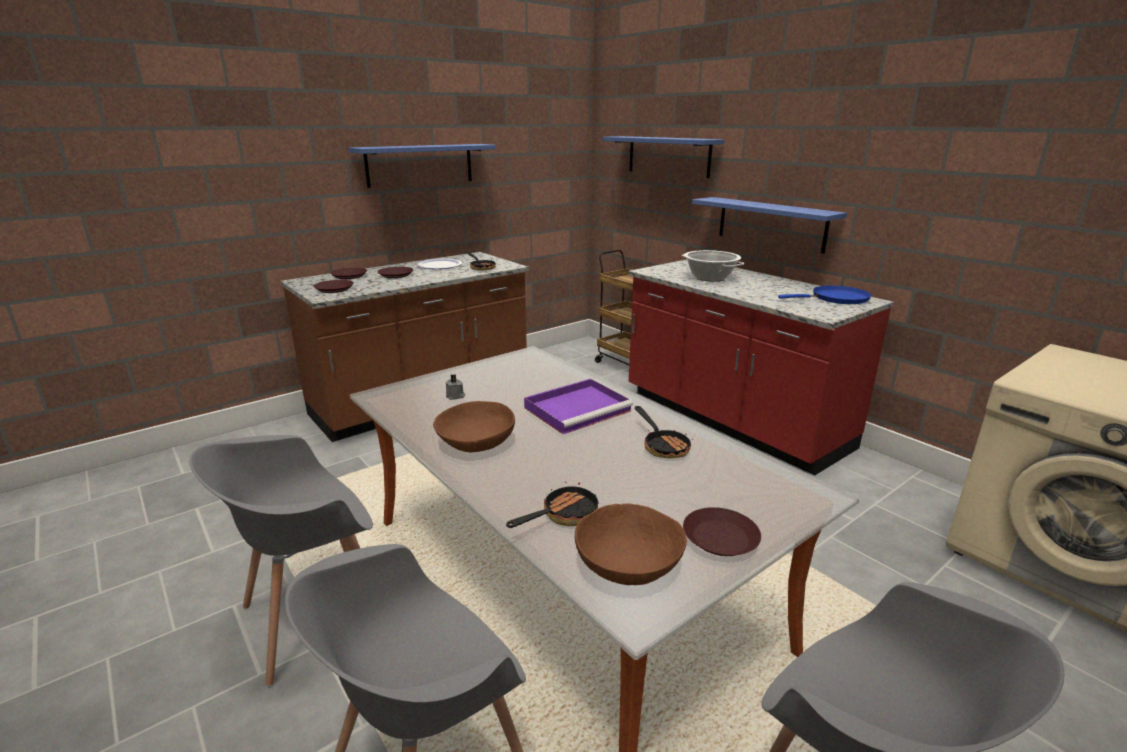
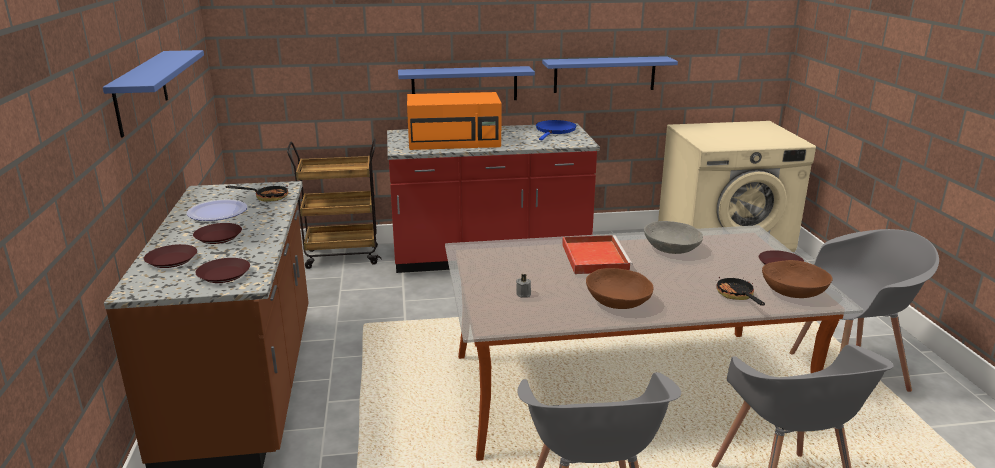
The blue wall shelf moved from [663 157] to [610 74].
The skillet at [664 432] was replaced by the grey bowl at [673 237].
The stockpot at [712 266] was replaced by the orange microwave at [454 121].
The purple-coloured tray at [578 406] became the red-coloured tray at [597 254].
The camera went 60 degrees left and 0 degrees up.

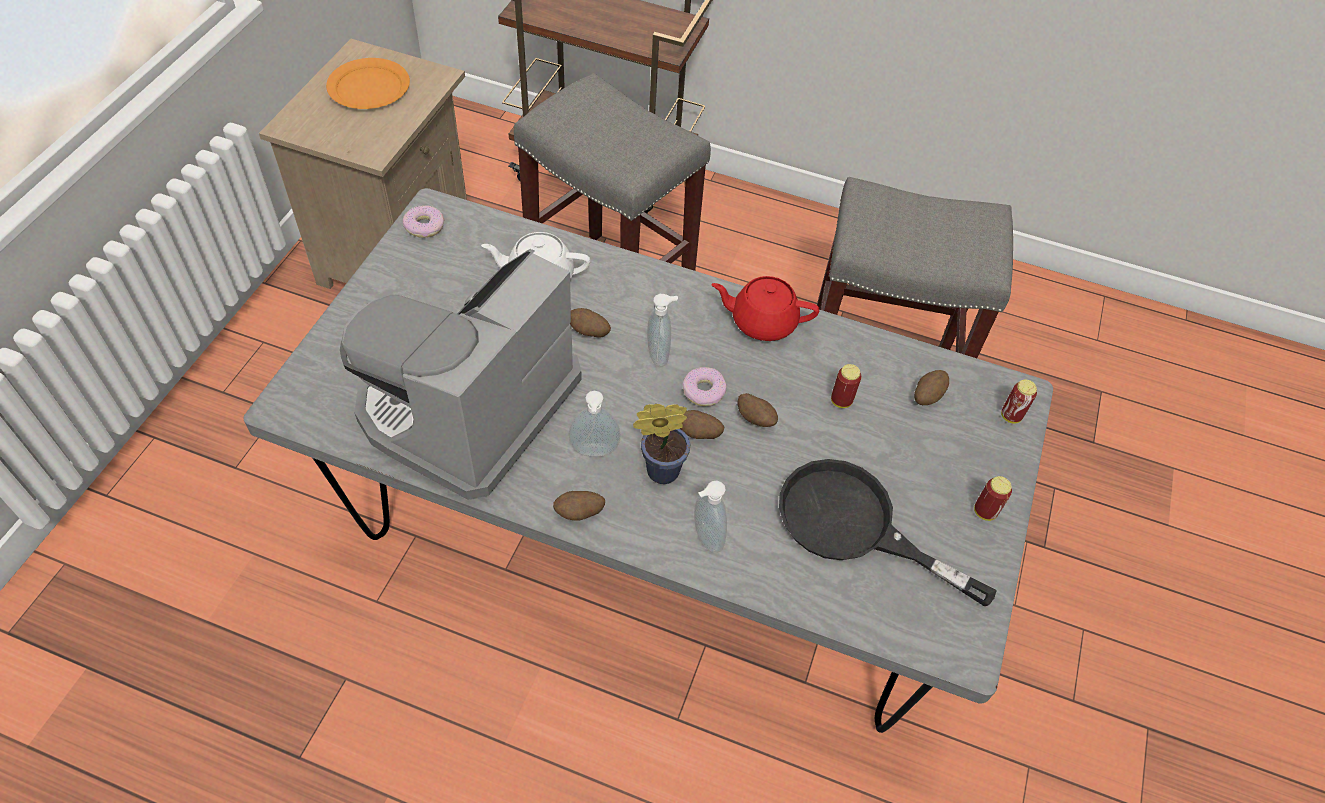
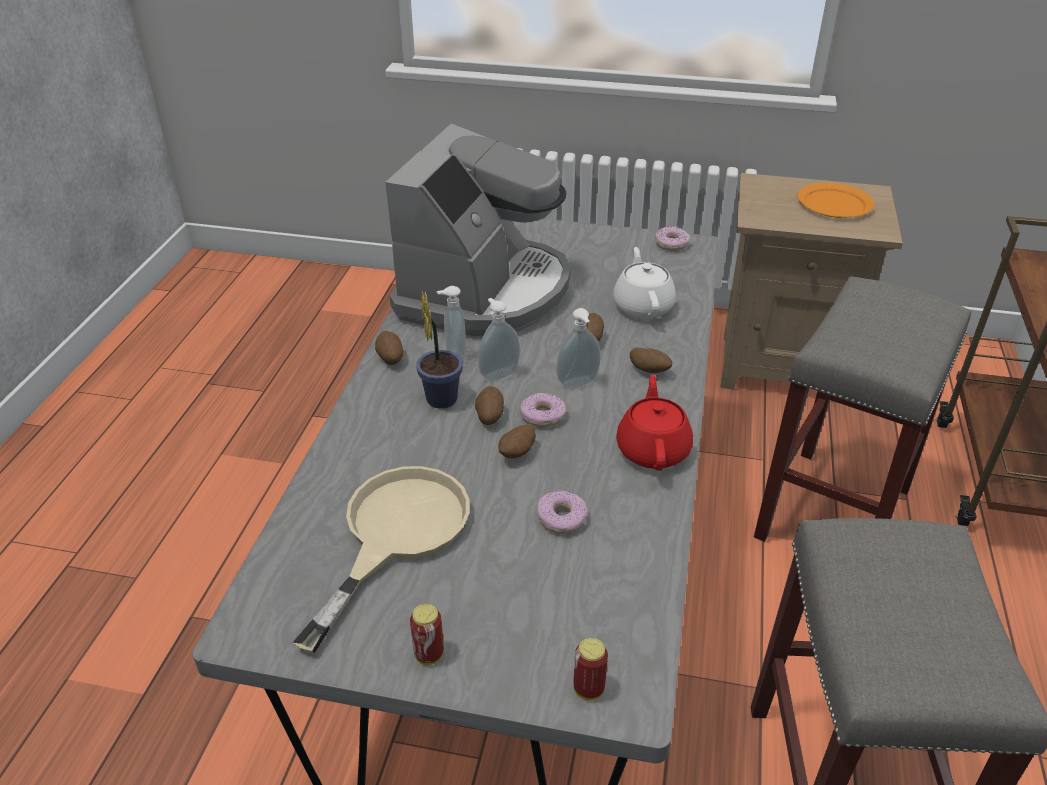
The soap dispenser moved from [710 517] to [499 339].
The whole potato moved from [931 387] to [651 360].
The metal can at [846 386] was replaced by the doughnut at [562 512].
The blackish skillet at [888 532] became the sand-coloured skillet at [381 559].
The coffee maker at [461 374] turned 90 degrees clockwise.
The camera went 85 degrees right and 15 degrees down.

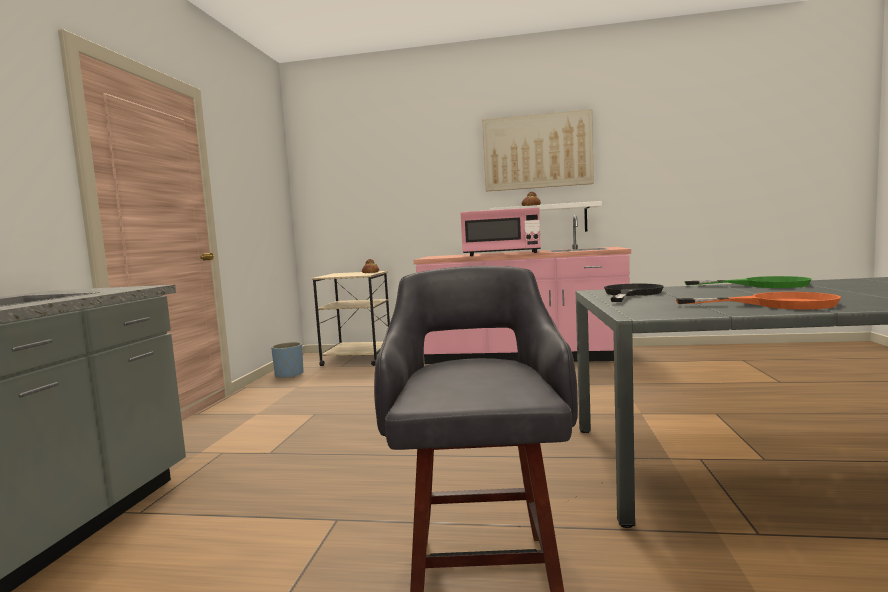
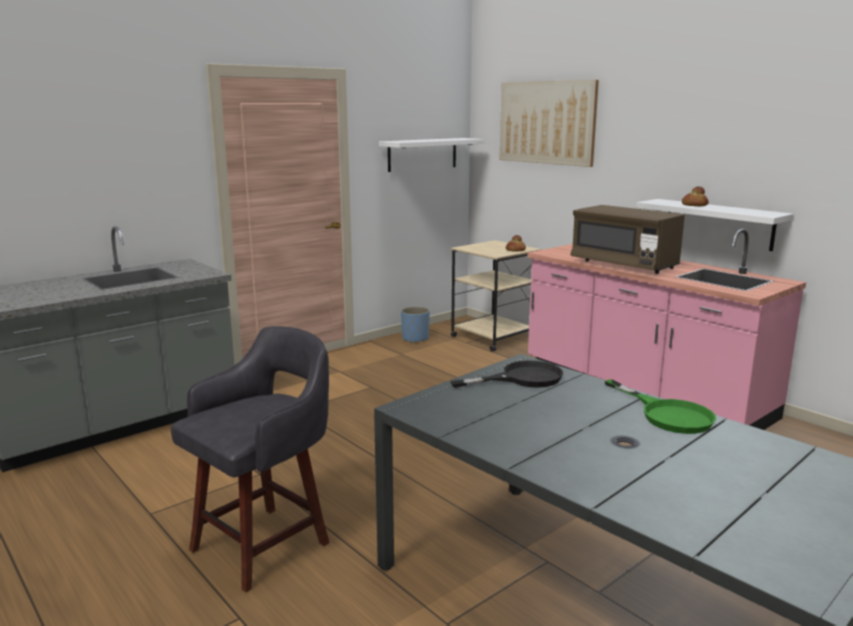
The orange skillet at [758 300] disappeared.
The white wall shelf at [431 155] appeared.
The wall art moved from [538 151] to [549 123].
The pink-coloured microwave at [500 232] became the brown-coloured microwave at [628 239].
The camera went 40 degrees right and 10 degrees up.

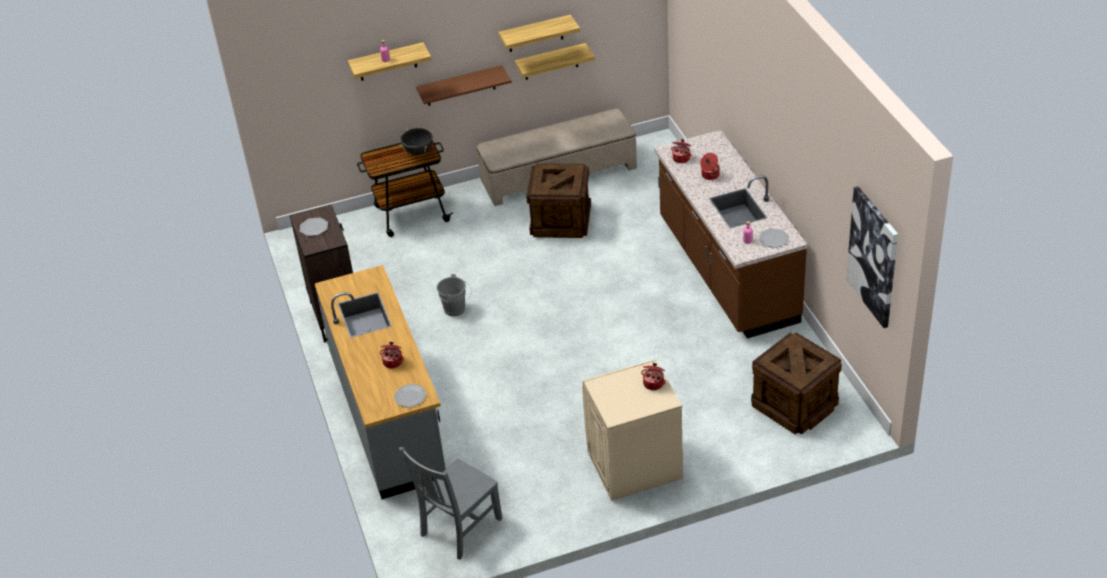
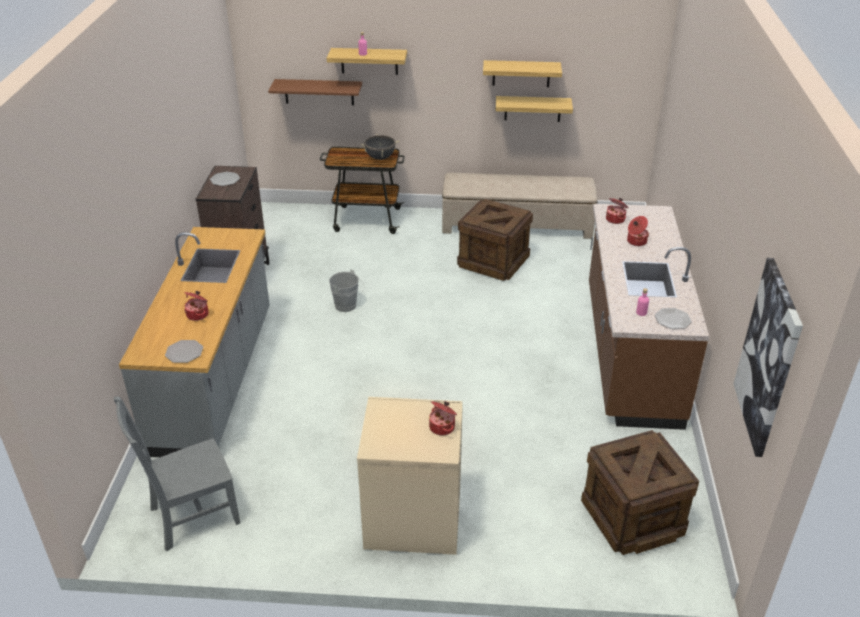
The brown-coloured wall shelf moved from [464 85] to [315 92].
The camera went 20 degrees right and 5 degrees down.

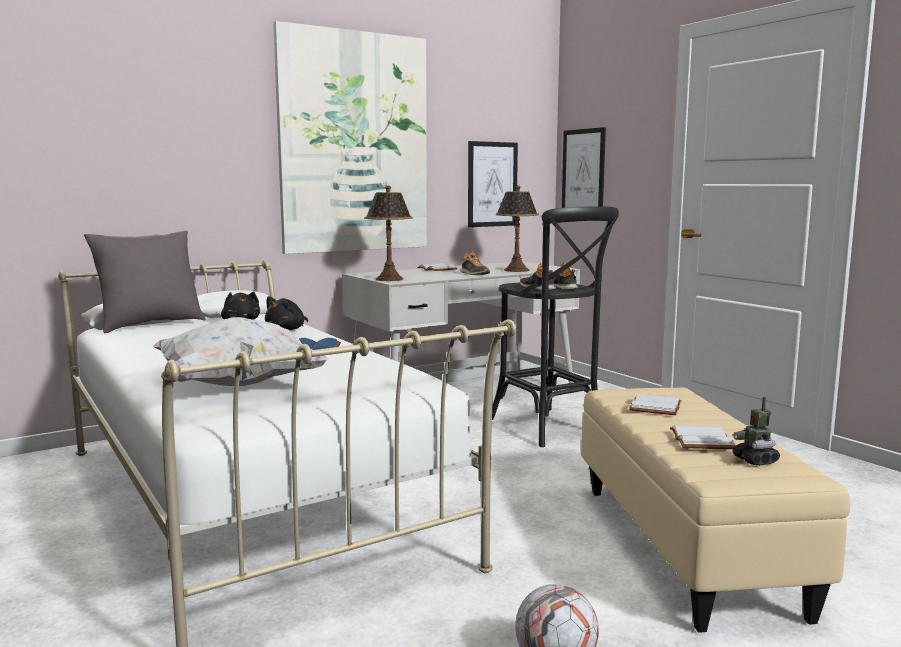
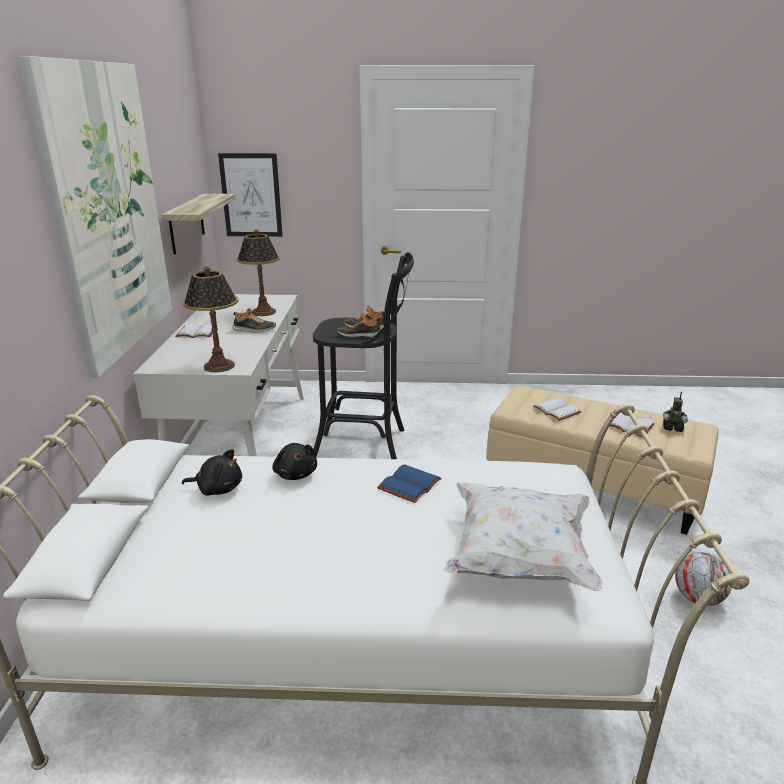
The grey throw pillow at [144 282] disappeared.
The wall art at [493 184] was replaced by the wall shelf at [198 224].
The camera went 55 degrees left and 15 degrees up.

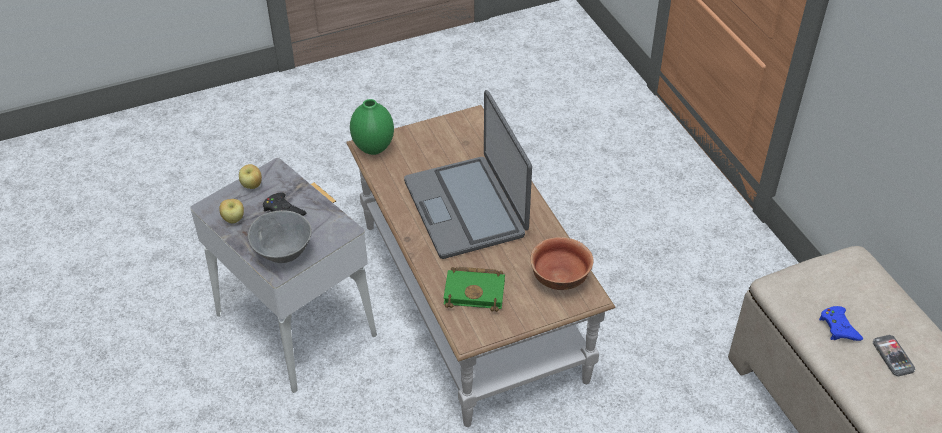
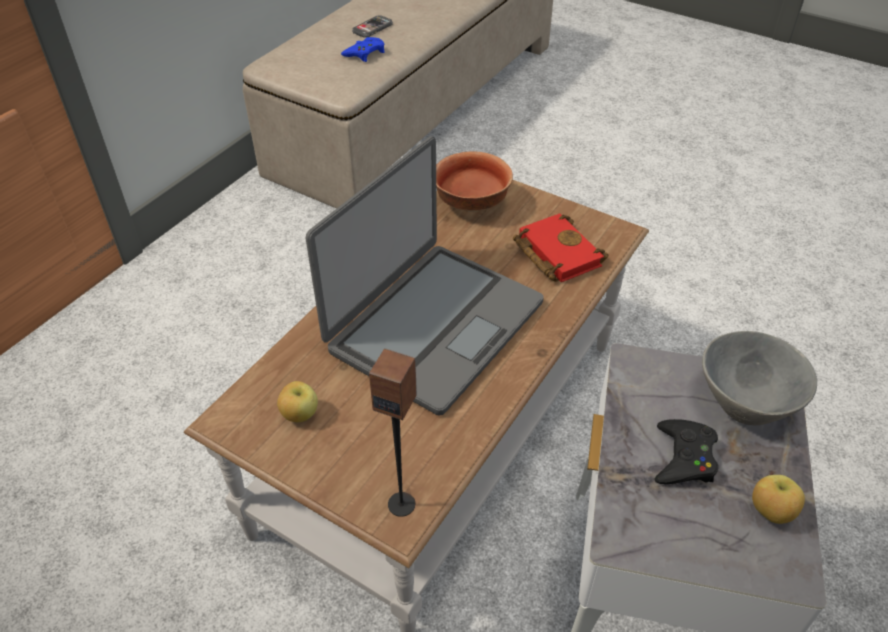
The whole apple moved from [250 176] to [297 401].
The green-coloured flower vase at [372 127] was replaced by the audio speaker at [393 432].
The green-coloured book at [474 289] became the red-coloured book at [561 247].
The camera went 125 degrees left and 0 degrees up.

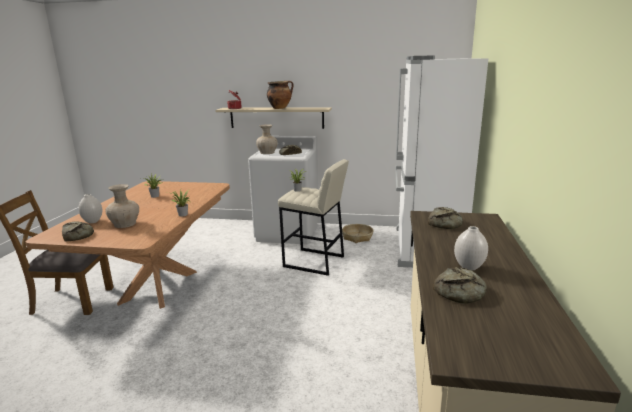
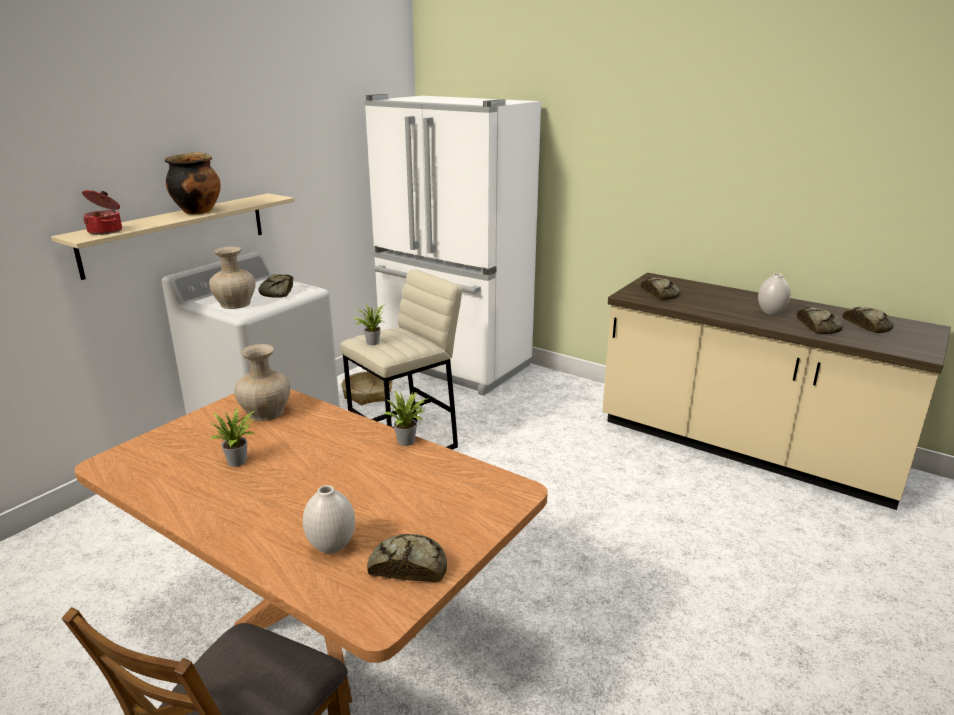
The bread at [868 320] appeared.
The sand-coloured flower vase moved from [122 206] to [262 382].
The camera went 65 degrees left and 5 degrees up.

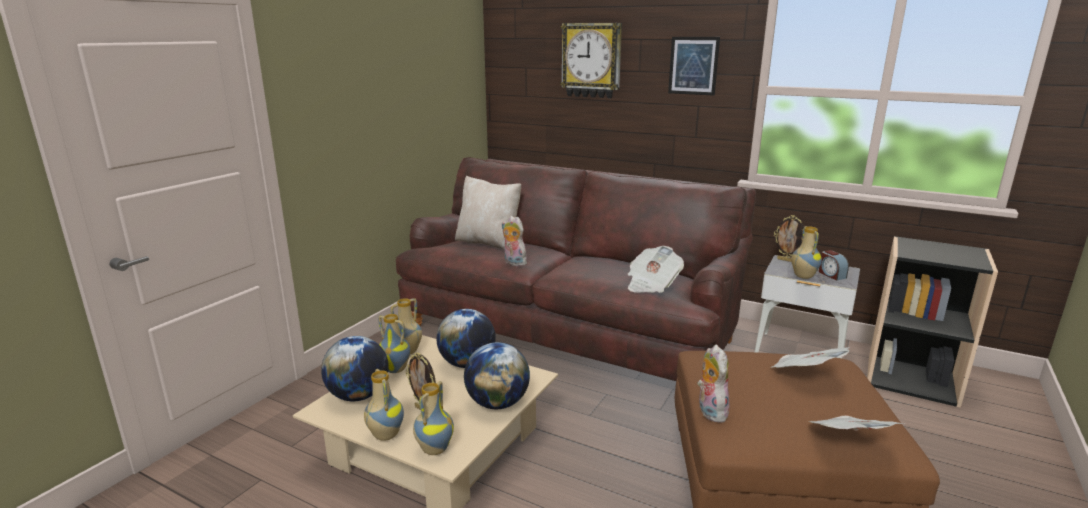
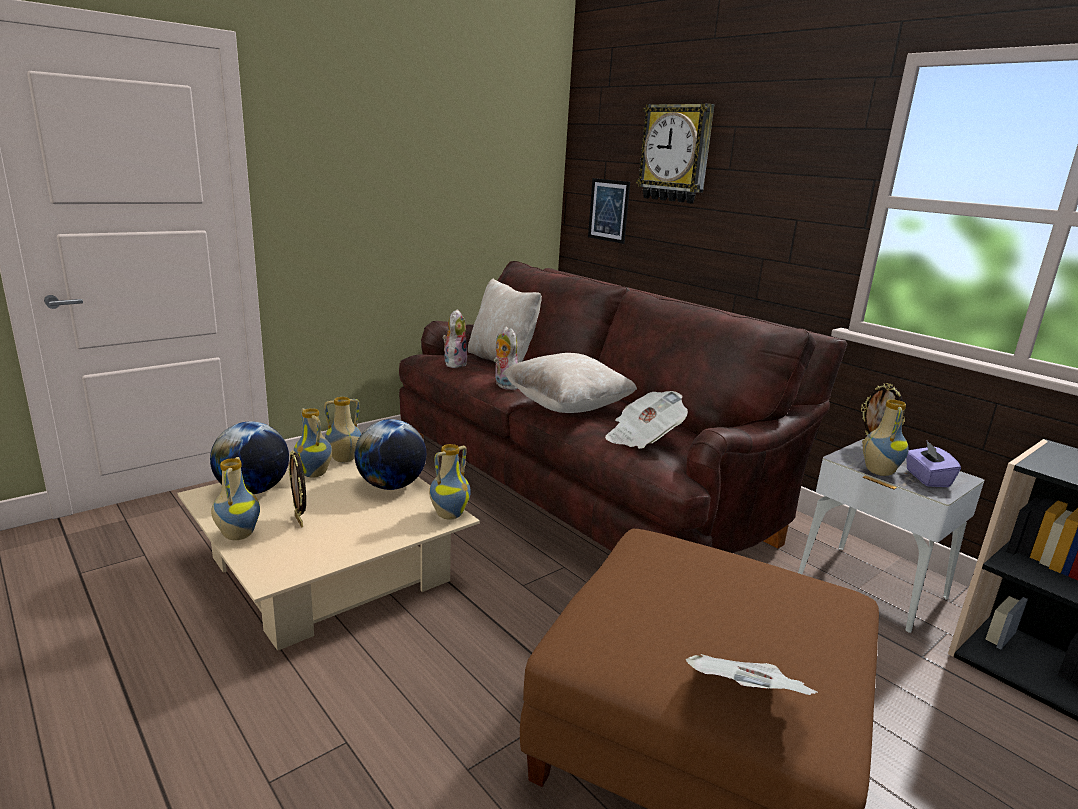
The world globe at [497 375] disappeared.
The newspaper at [810 357] disappeared.
The sand-coloured throw pillow at [569 383] appeared.
The flower vase moved from [433 418] to [450 482].
The wall art moved from [694 66] to [609 211].
The cuddly toy moved from [713 384] to [455 338].
The alarm clock at [834 265] was replaced by the purple-coloured tissue holder at [933 464].
The camera went 20 degrees right and 0 degrees up.

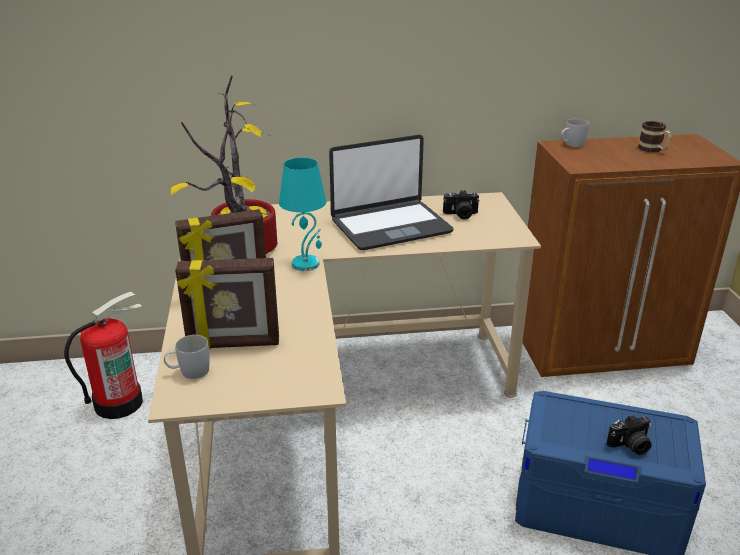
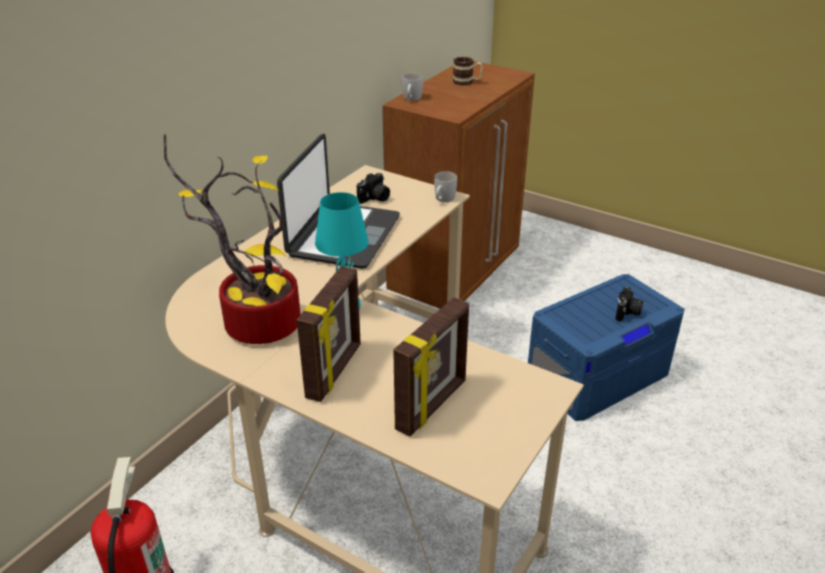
The white coffee mug moved from [187 357] to [445 186].
The camera went 50 degrees left and 5 degrees up.

